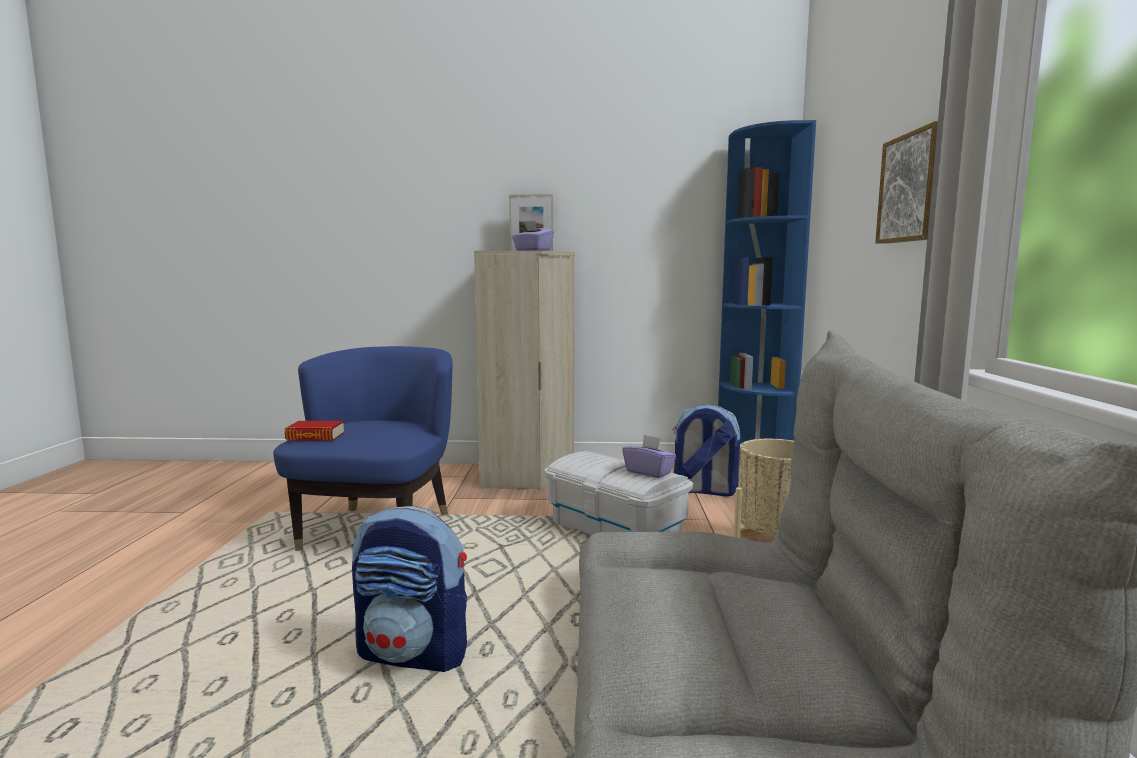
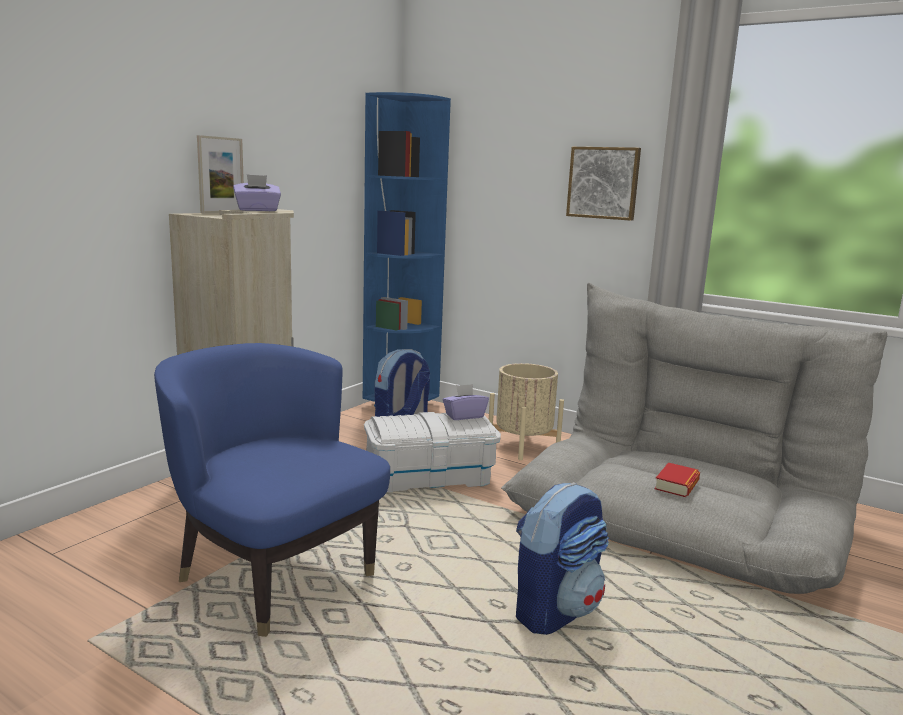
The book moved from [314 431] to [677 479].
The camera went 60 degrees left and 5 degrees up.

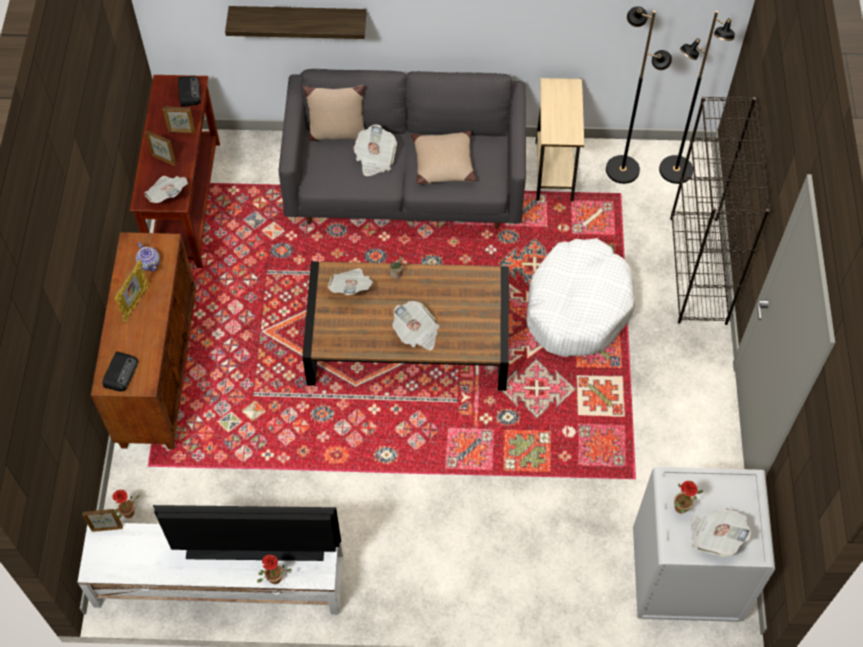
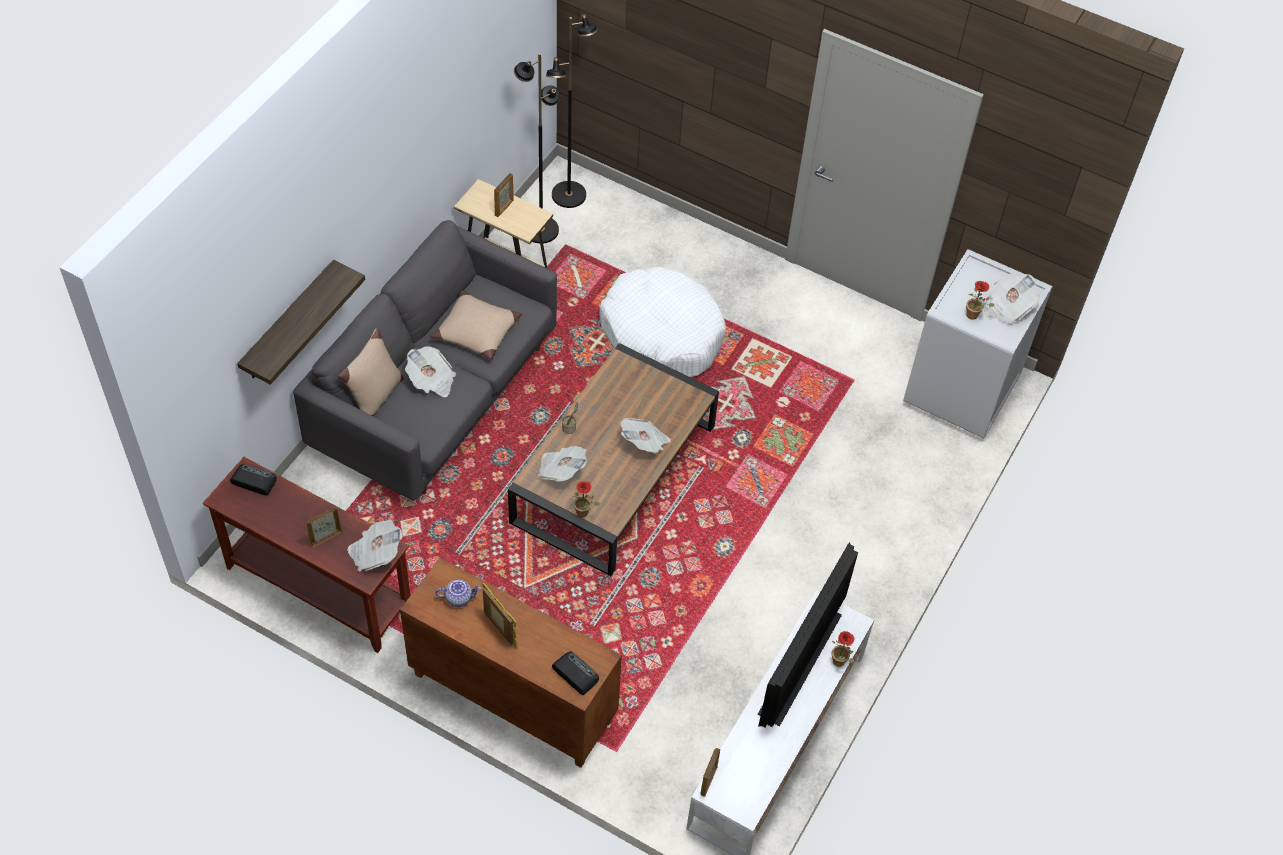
The blackish shelving unit at [720 210] disappeared.
The plant in a pot moved from [126 504] to [586 499].
The standing frame moved from [179 119] to [504 195].
The camera went 65 degrees left and 5 degrees down.

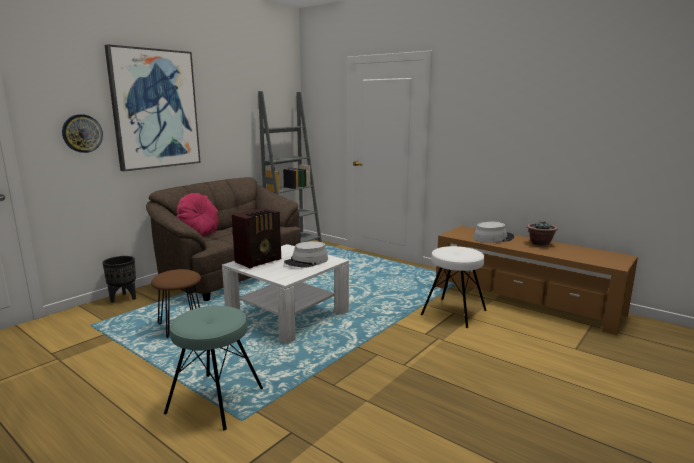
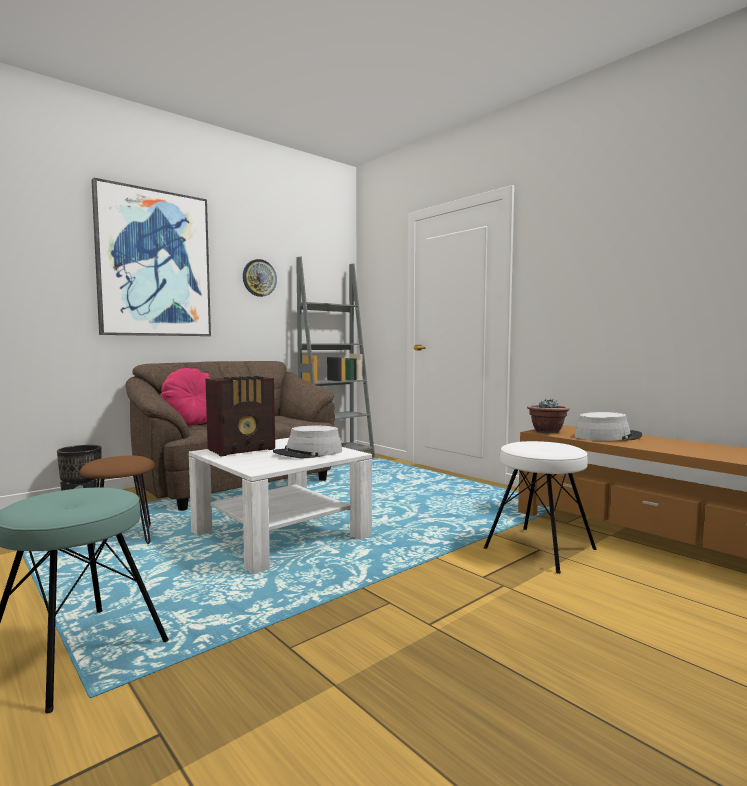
The clock on the wall moved from [82 133] to [260 278].
The plant in a pot moved from [542 233] to [548 416].
The camera went 10 degrees right and 10 degrees down.

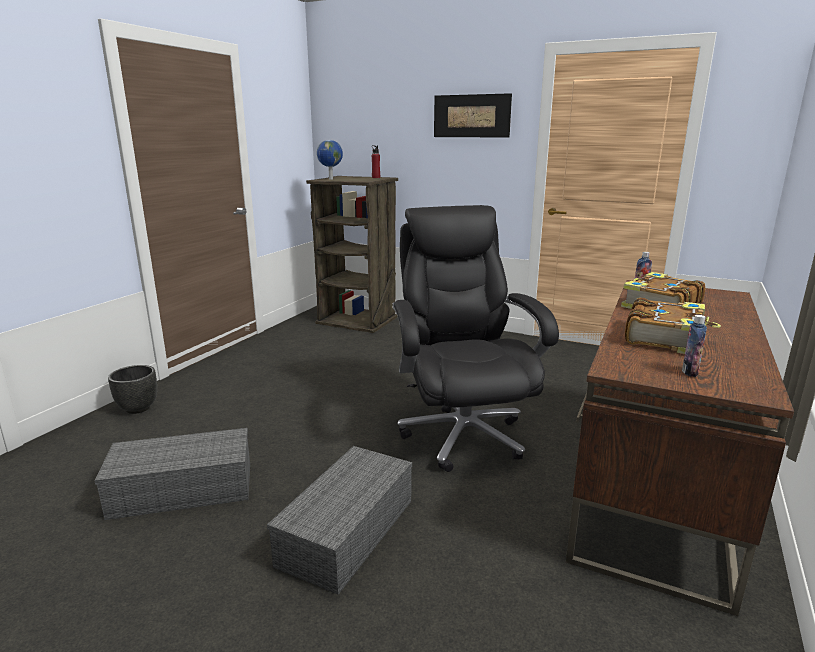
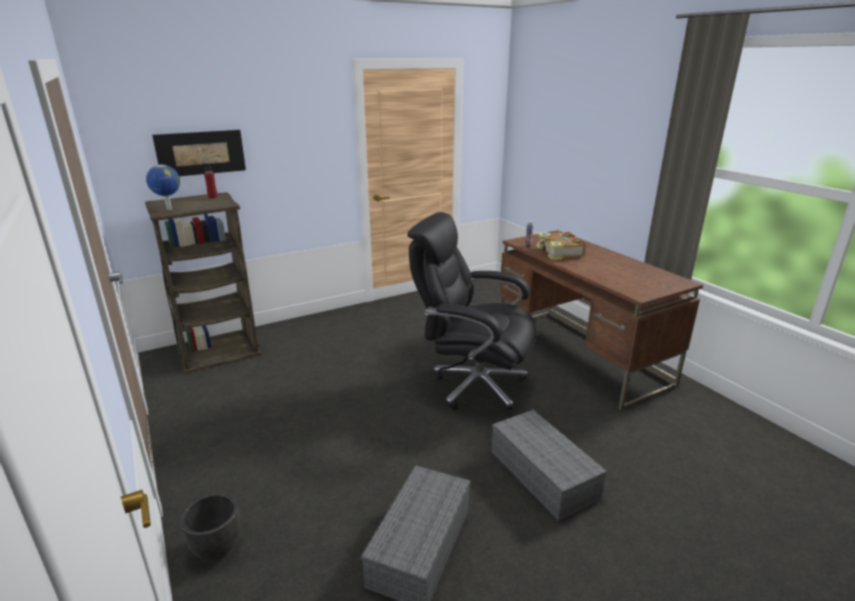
The book at [673 326] disappeared.
The bottle at [694 346] disappeared.
The wall art moved from [473 115] to [199 153].
The camera went 55 degrees left and 5 degrees up.

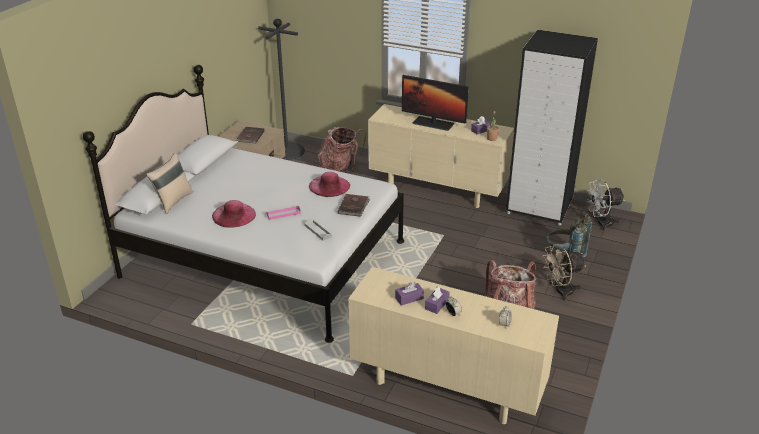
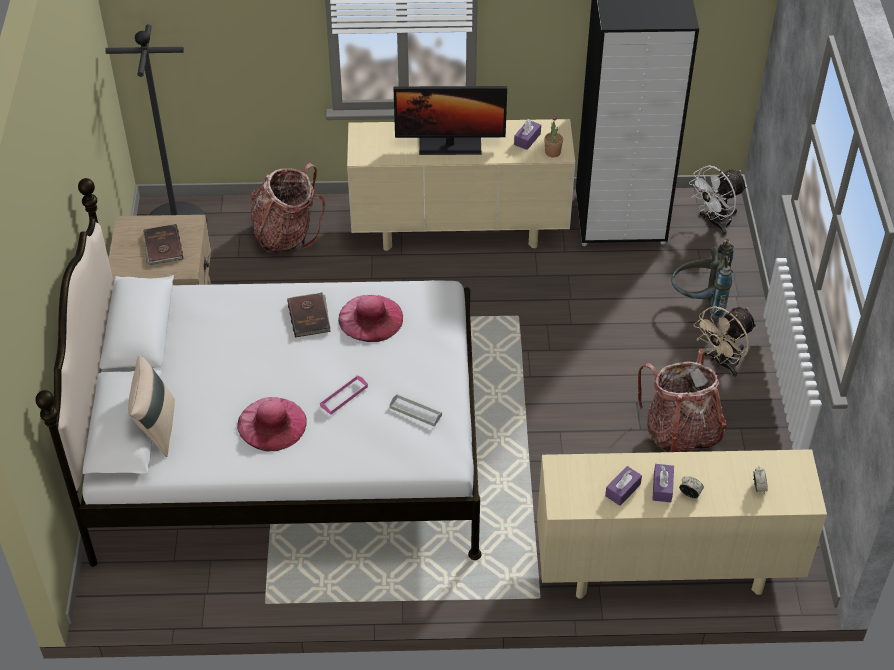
The brown-coloured book moved from [354 205] to [308 315].
The camera went 25 degrees left and 15 degrees up.

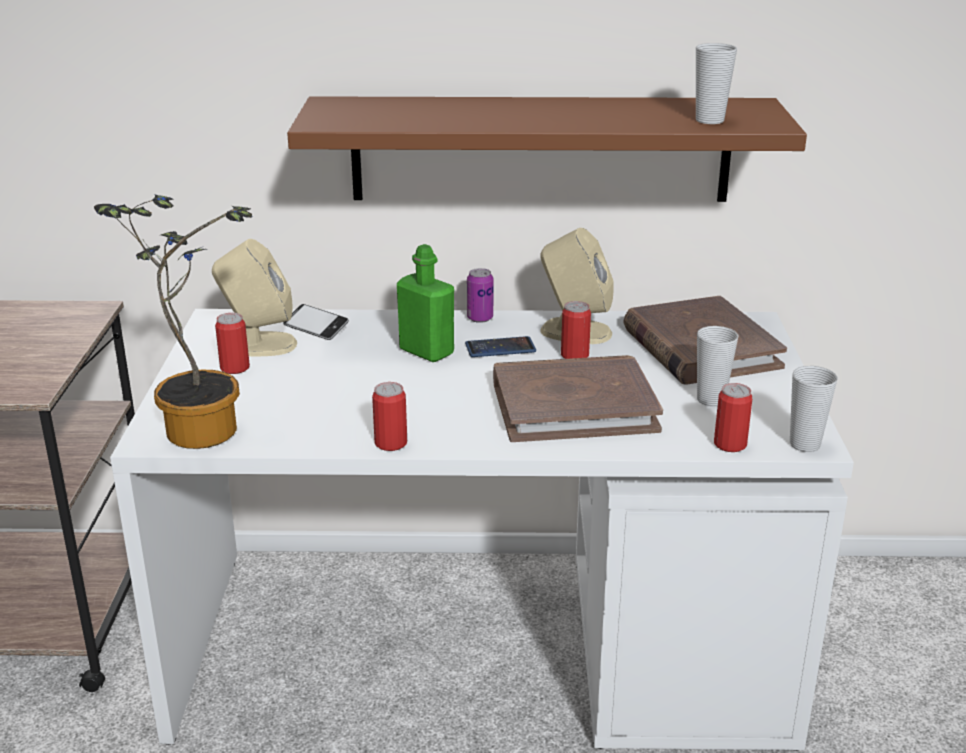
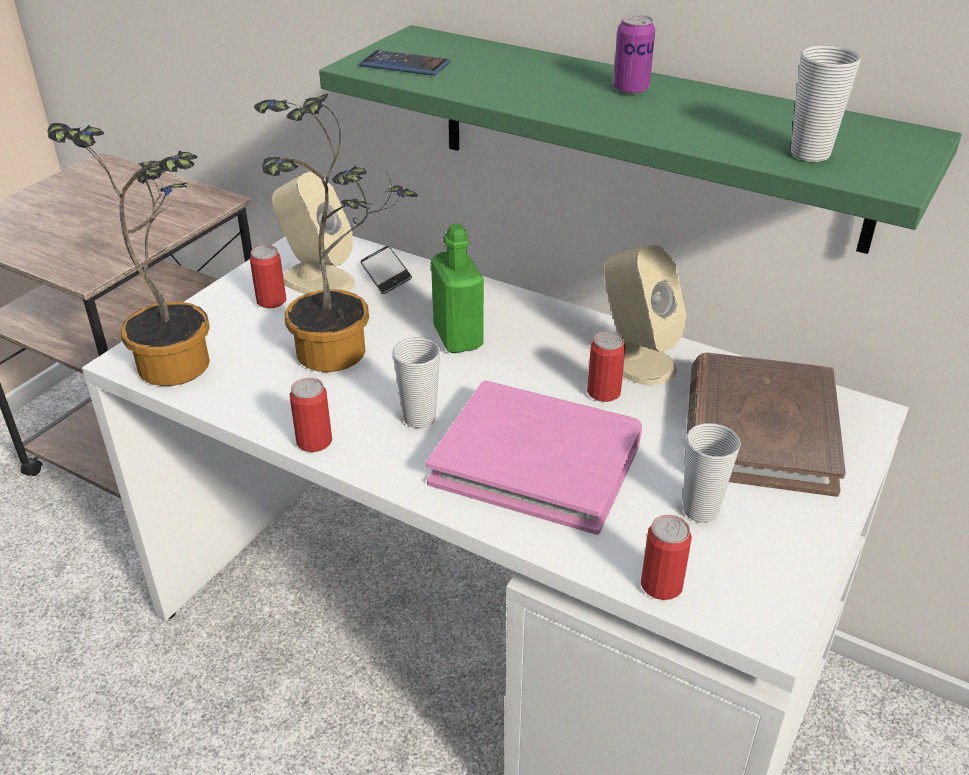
The plant in a pot at [336 232] appeared.
The phone moved from [500 346] to [404 63].
The metal can moved from [480 295] to [634 55].
The drinking cup moved from [814 409] to [416 382].
The brown-coloured wall shelf at [547 149] became the green-coloured wall shelf at [640 139].
The brown-coloured book at [578 398] became the pink-coloured book at [534 458].
The camera went 30 degrees right and 10 degrees up.

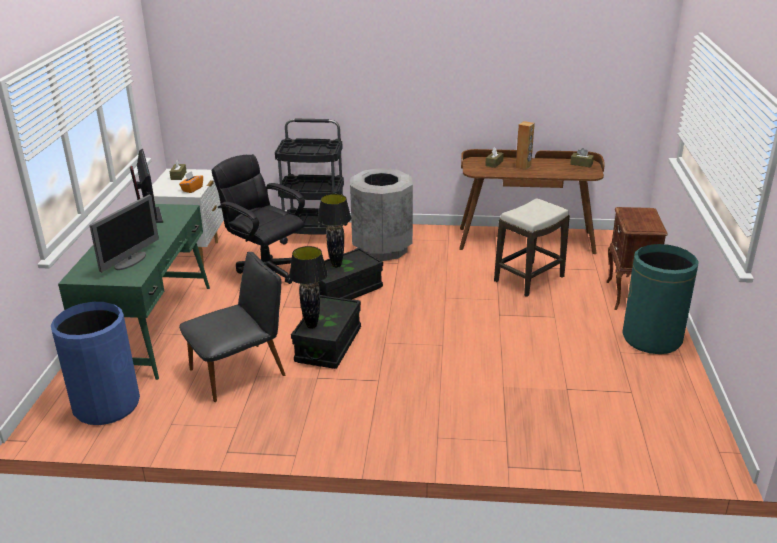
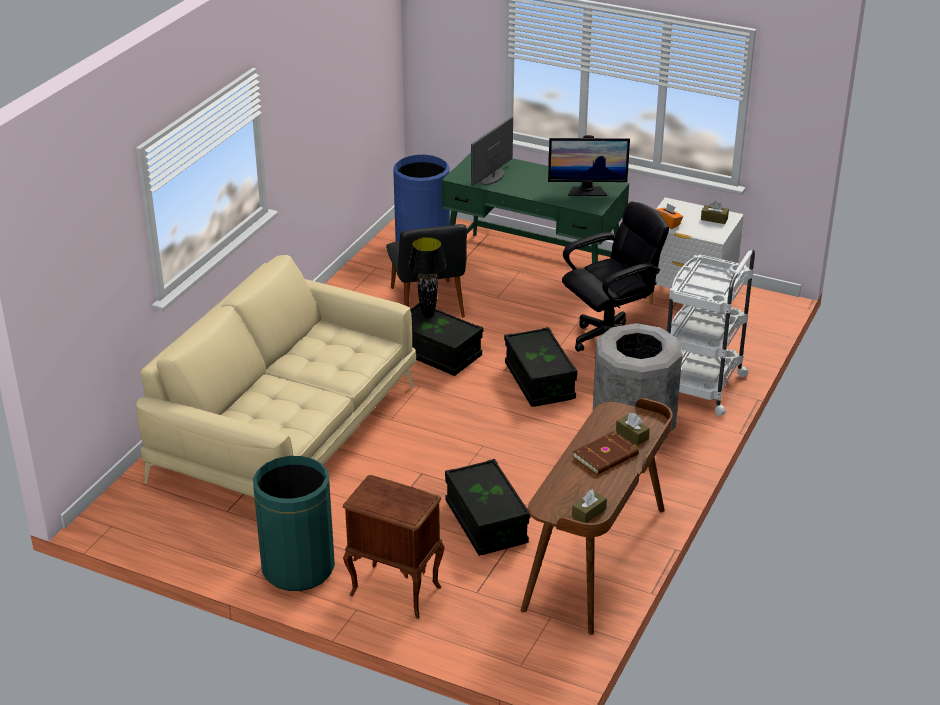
The blackish tabletop lamp at [334 231] disappeared.
The sand-coloured sofa at [276 376] appeared.
The stool seat at [532 247] was replaced by the blackish storage box at [488 507].
The brown-coloured audio speaker at [525 145] was replaced by the brown-coloured book at [606 453].
The blackish cart at [311 182] became the white cart at [711 332].
The computer display at [124 233] turned 75 degrees clockwise.
The camera went 110 degrees right and 5 degrees up.

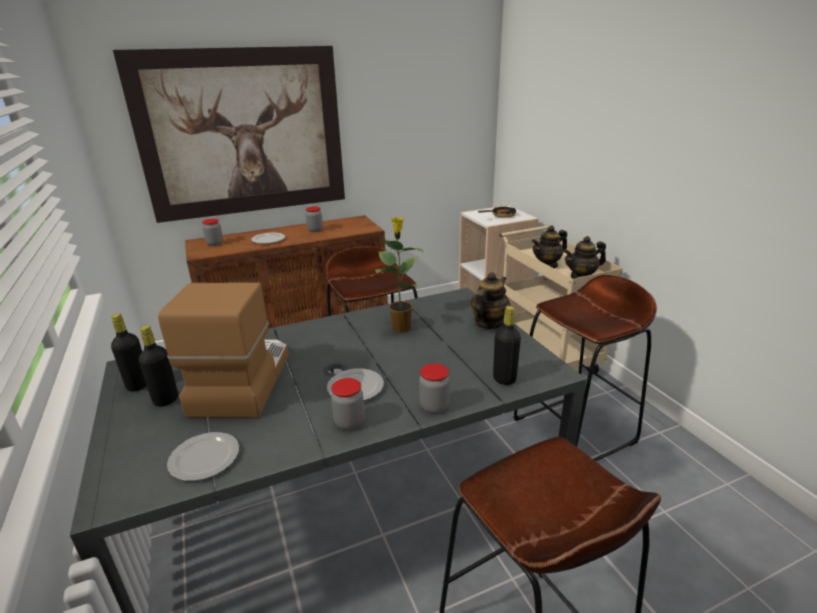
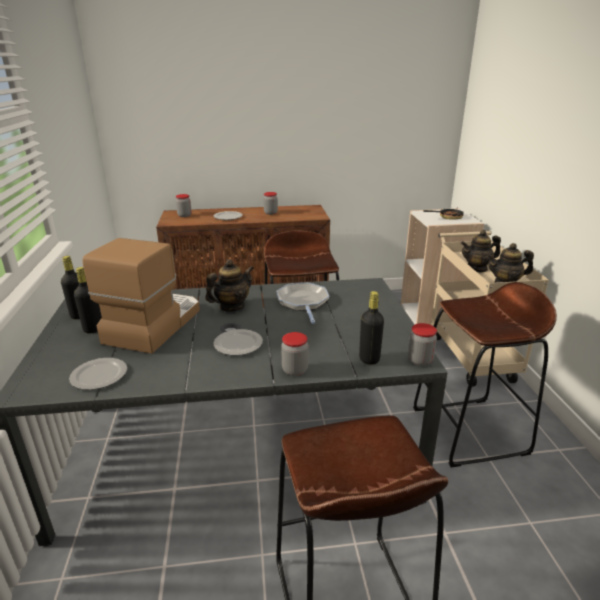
The wall art at [229 134] disappeared.
The jar moved from [348 404] to [422 344].
The tea pot moved from [491 300] to [229 285].
The plant in a pot at [399 274] was replaced by the skillet at [302 303].
The camera went 15 degrees right and 0 degrees up.

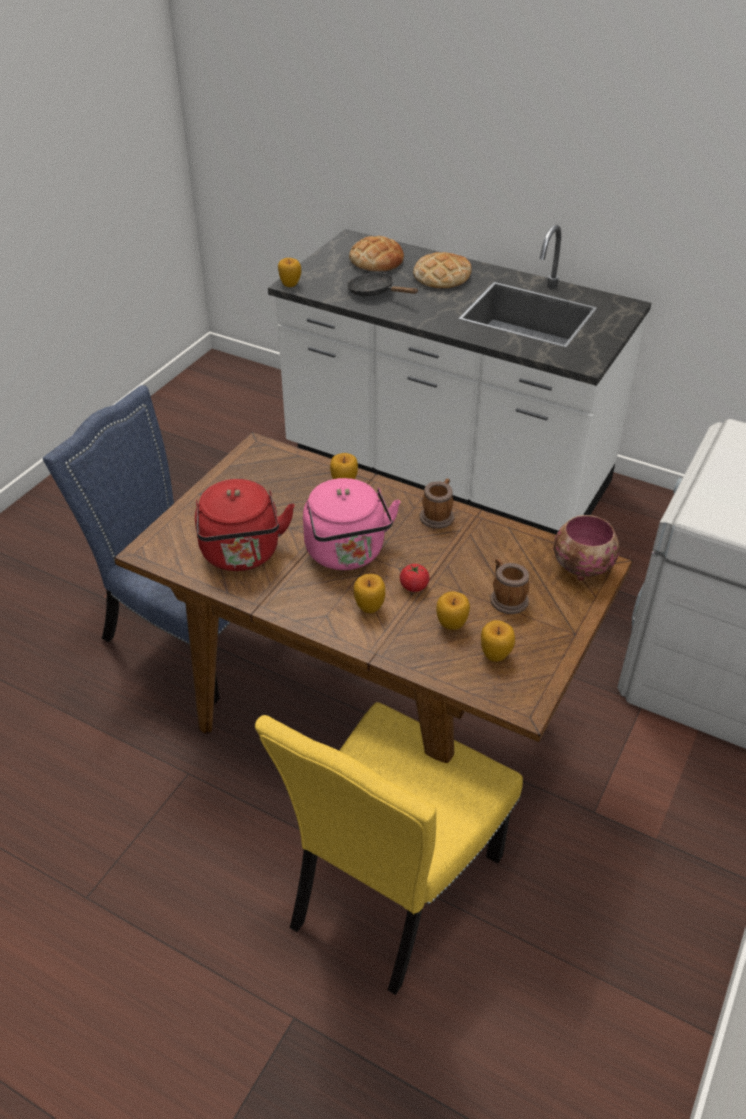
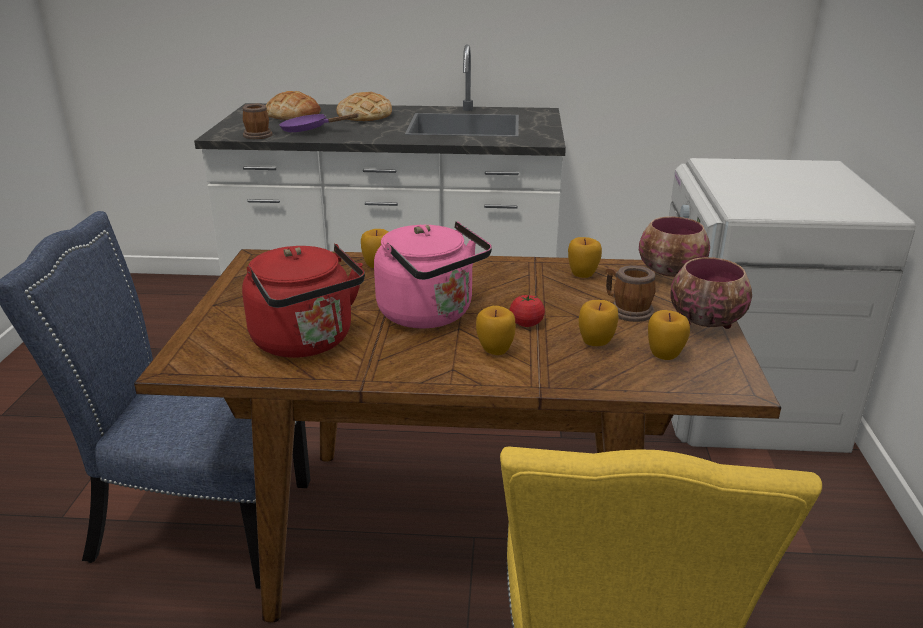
The bowl at [711 293] appeared.
The whole apple moved from [289 272] to [585 257].
The coffee mug moved from [437 504] to [257 121].
The blackish skillet at [382 284] became the purple-coloured skillet at [319 122].
The camera went 25 degrees left and 15 degrees down.

